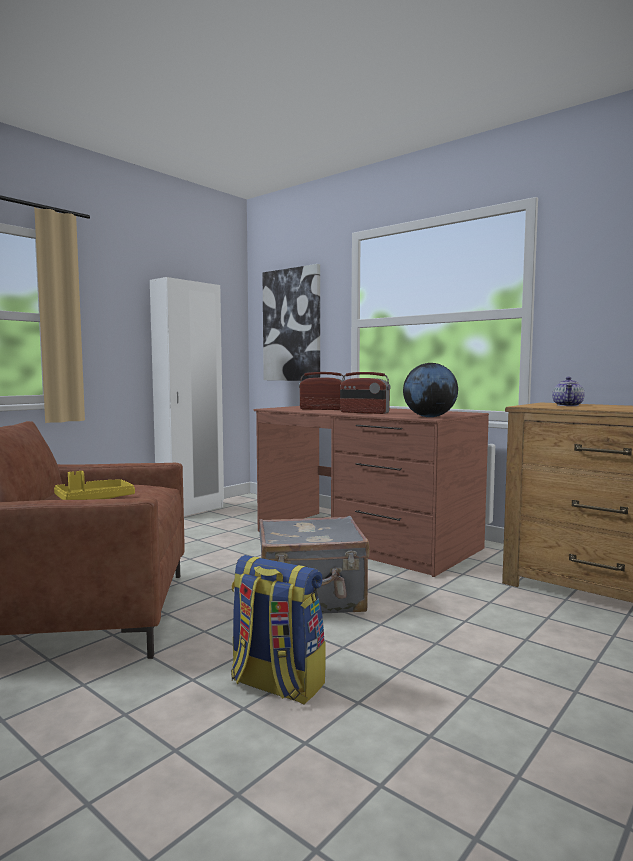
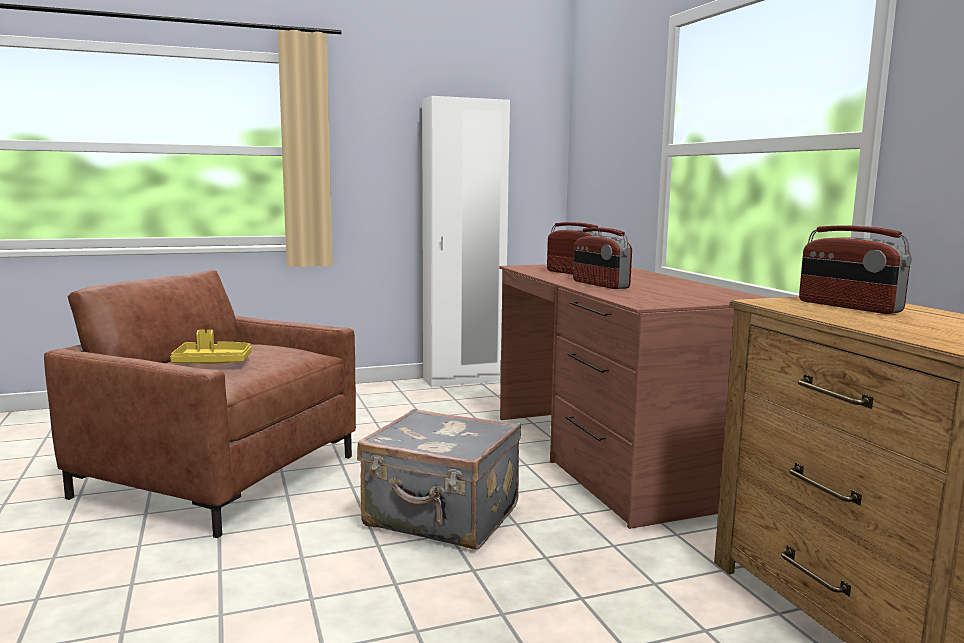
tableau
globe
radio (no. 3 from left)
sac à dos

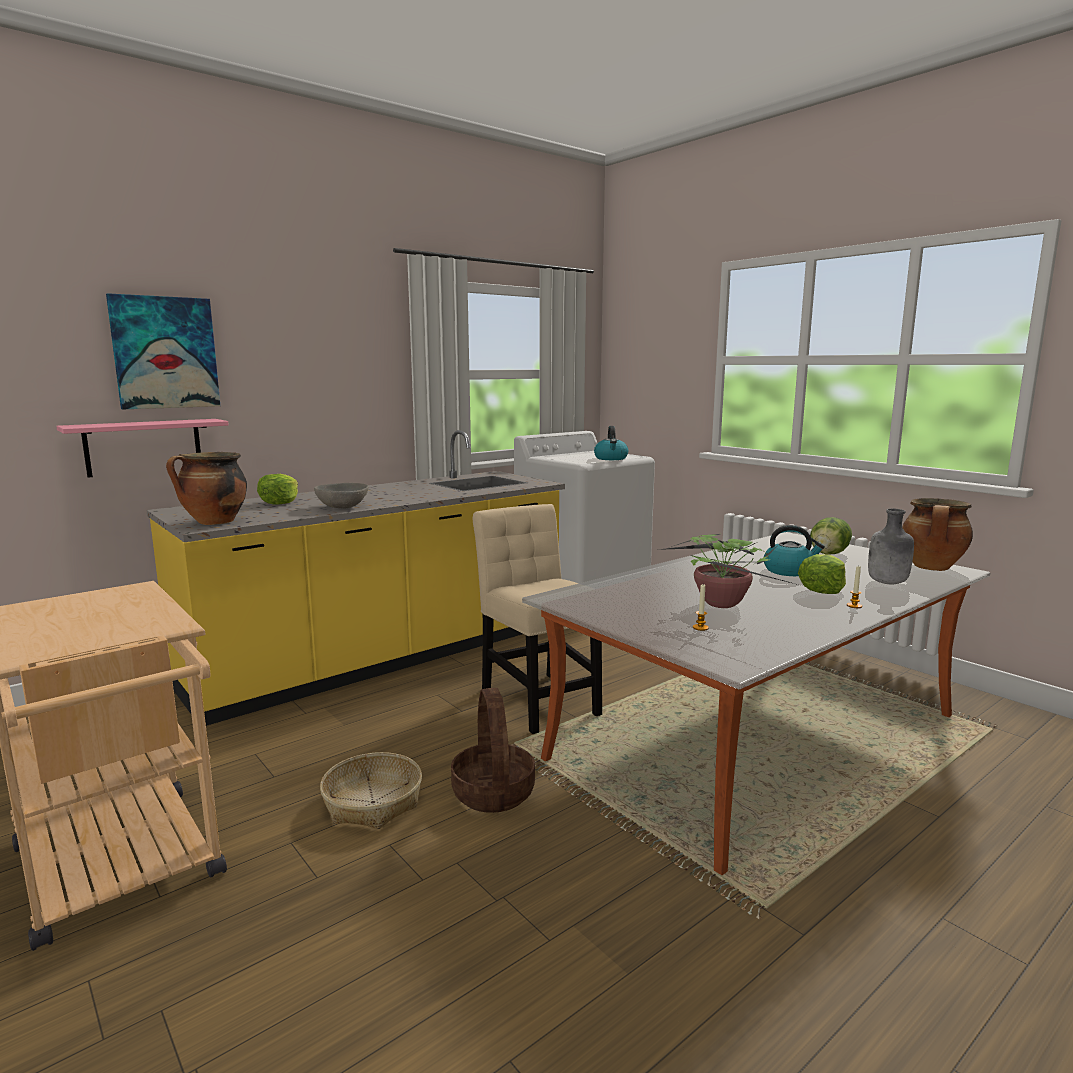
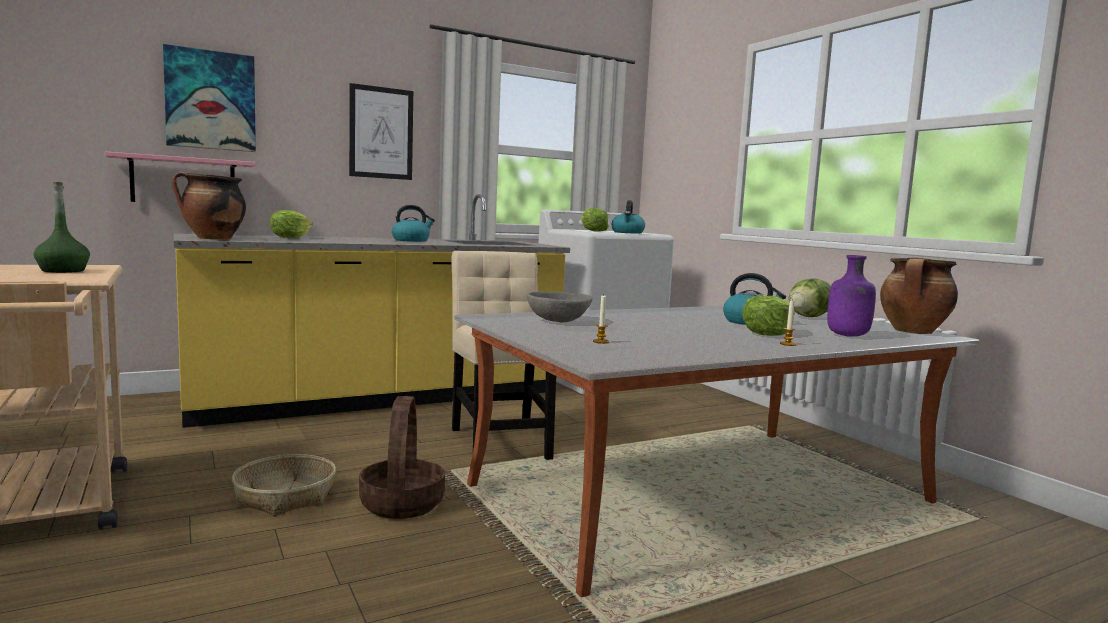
bol/gris
bouteille/violet
plante en pot
tableau (no. 2 from left)
bouteille/vert
bouilloire (no. 1 from left)
laitue (no. 2 from left)

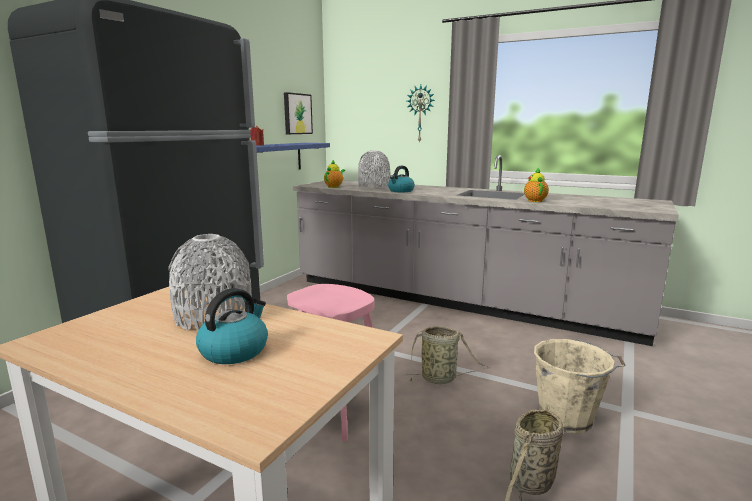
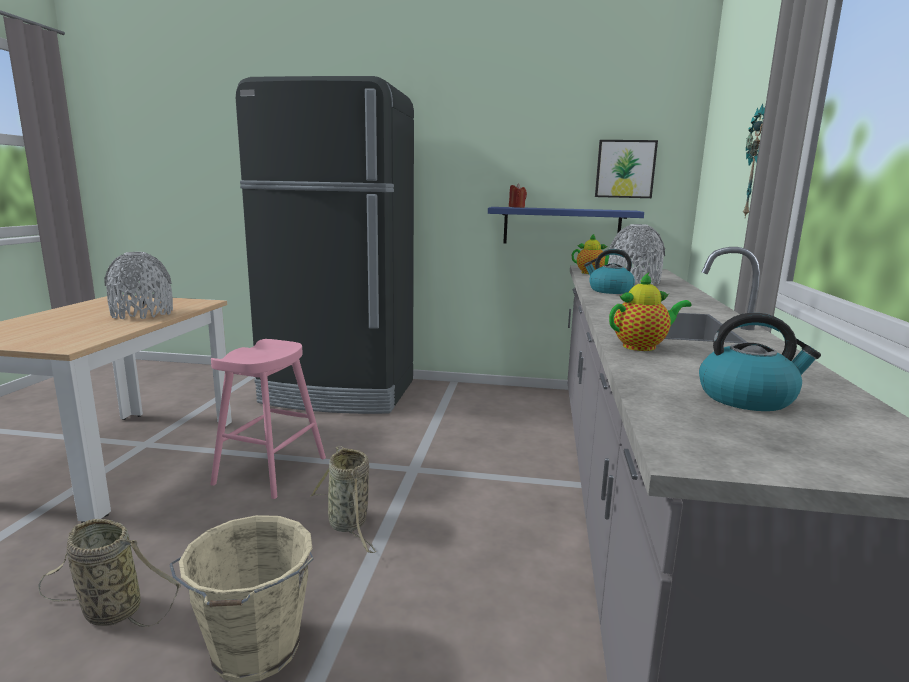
bouilloire (no. 2 from left)

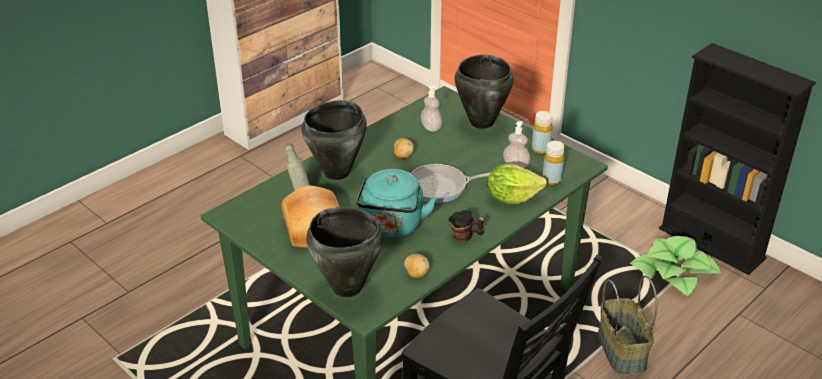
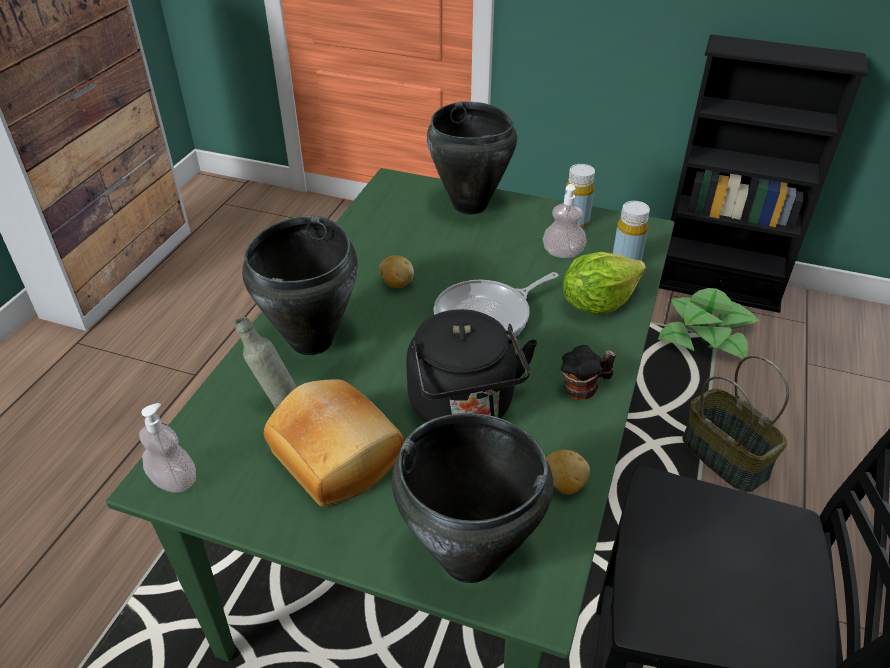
distributeur de savon (no. 1 from left)
bouilloire/noir

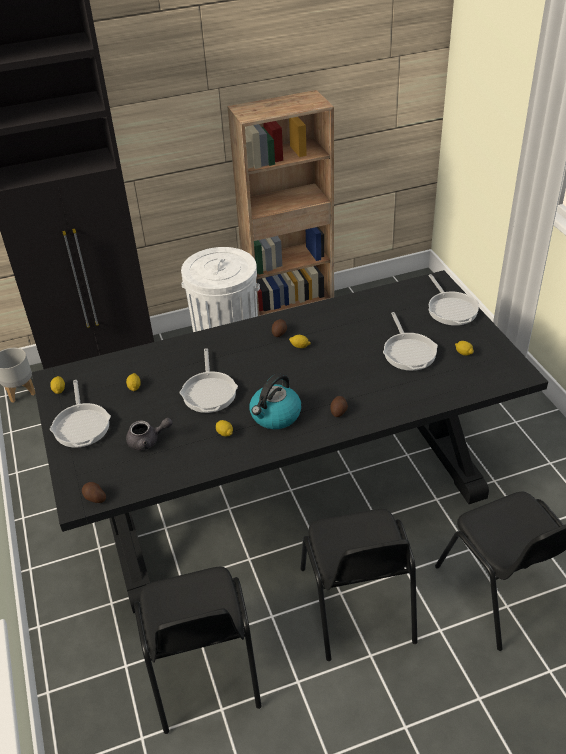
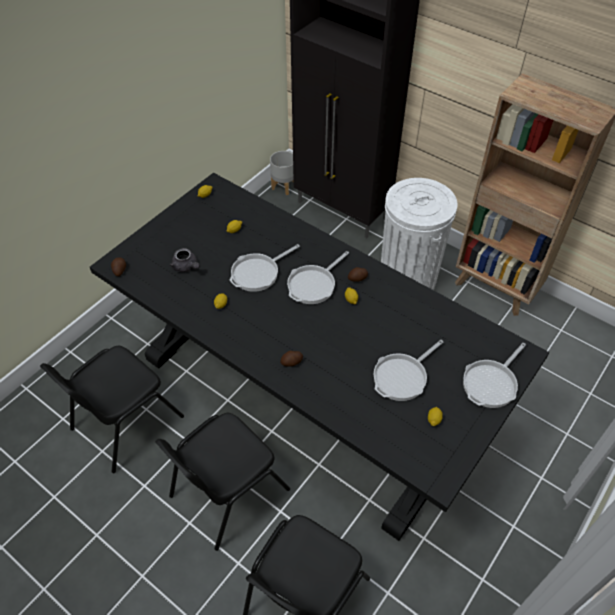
bouilloire
poêle (no. 2 from left)

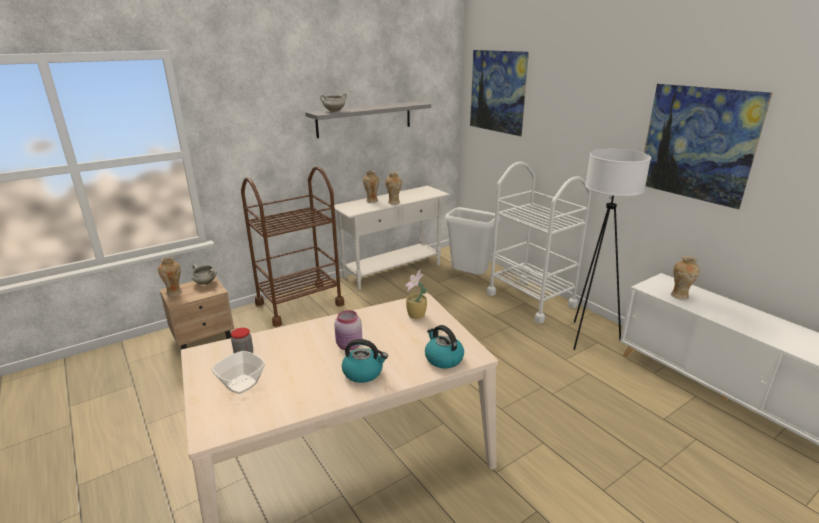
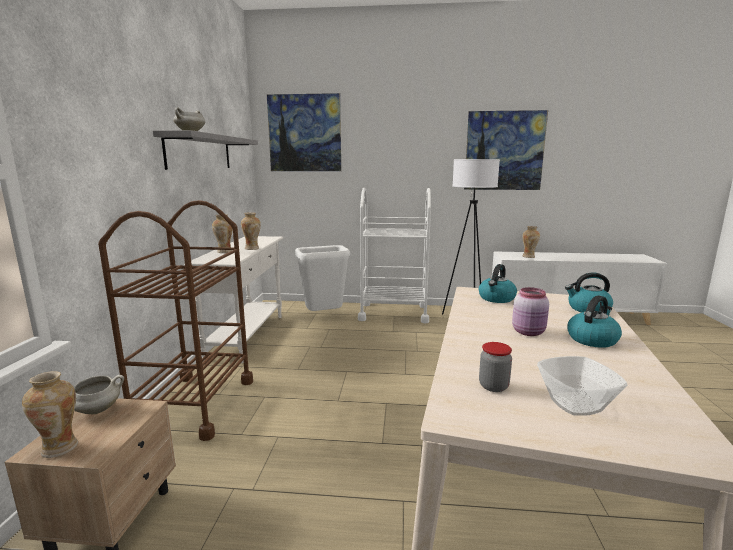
bouilloire (no. 1 from left)

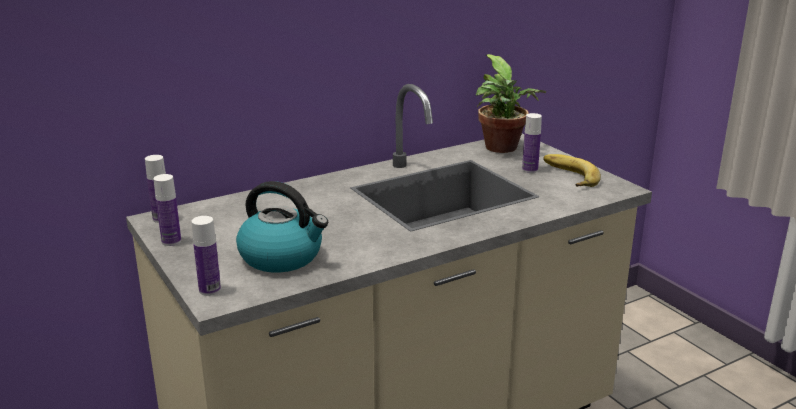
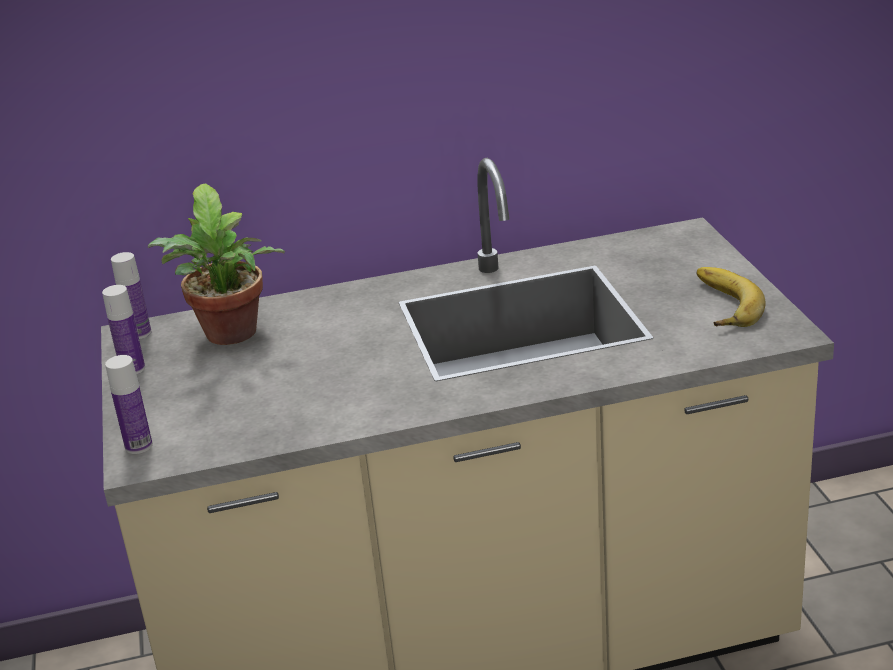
plante en pot
bouteille (no. 4 from left in the first image)
bouilloire

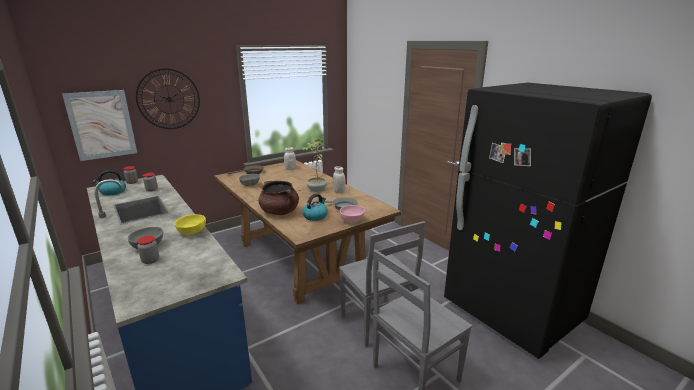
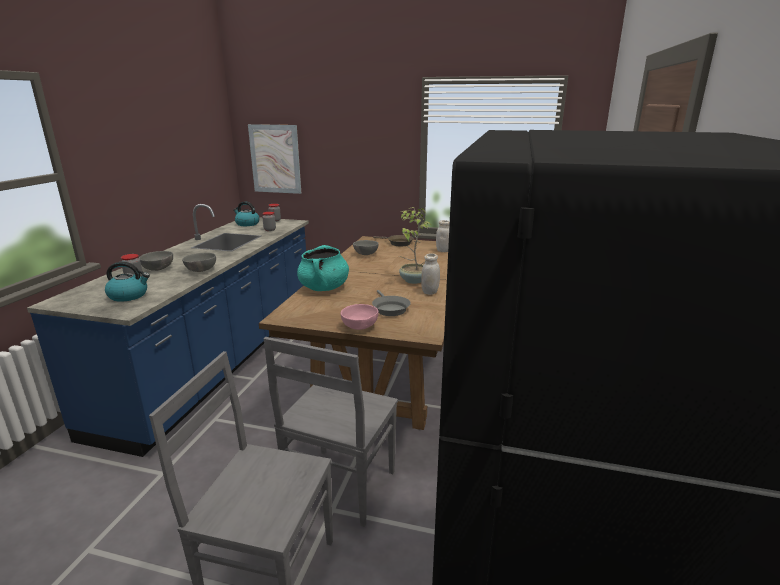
horloge murale
marmite/turquoise
bouilloire (no. 1 from left)
bol/gris (no. 2 from left)

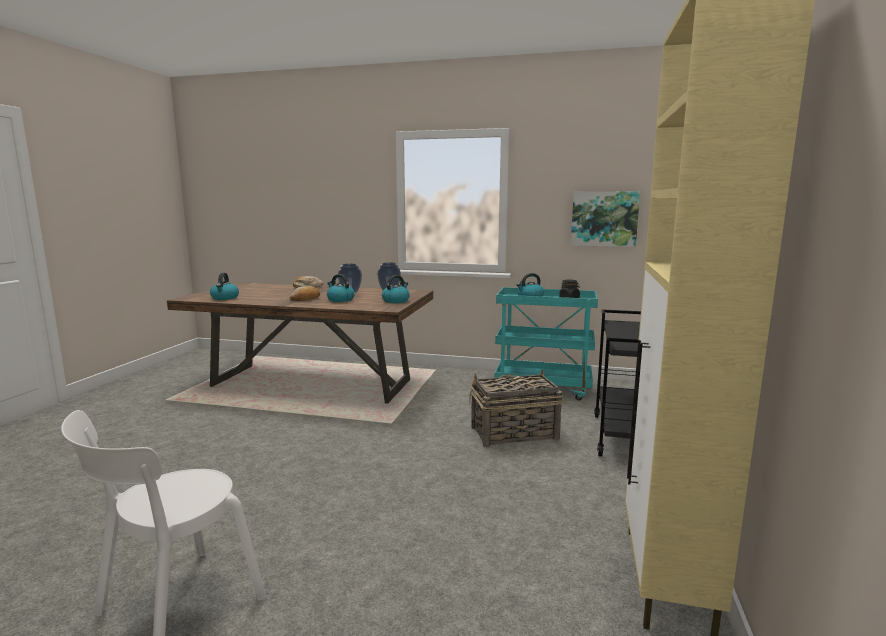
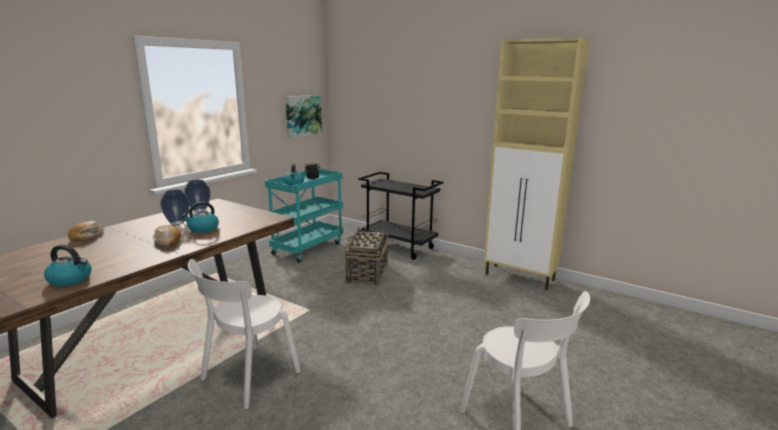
bouilloire (no. 3 from left in the first image)
chaise/blanc (no. 1 from left)

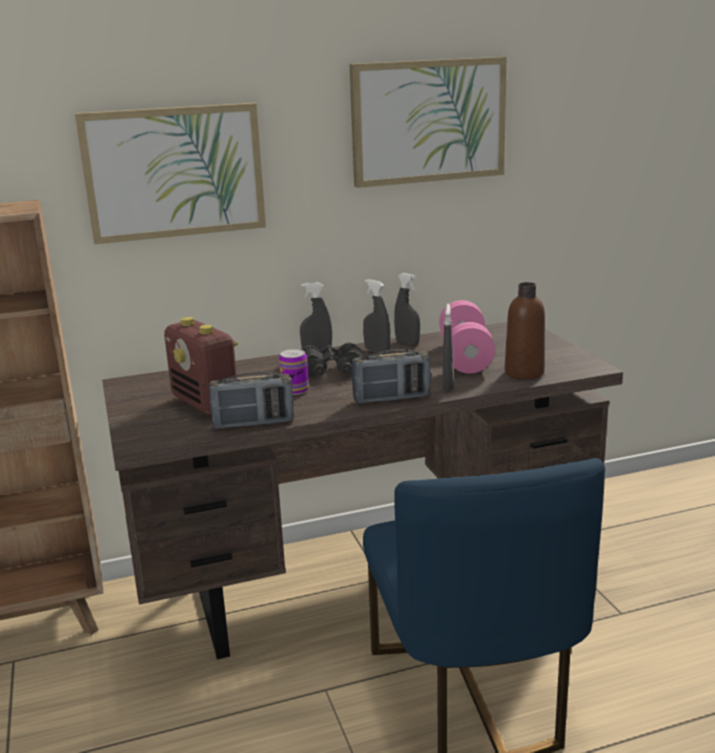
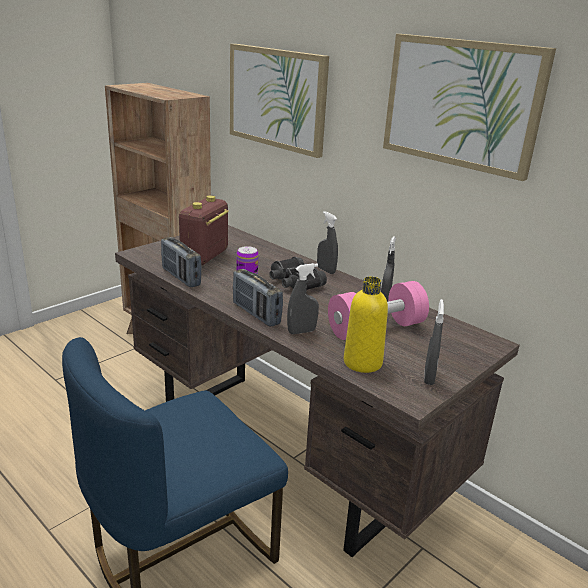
vaporisateur/gris (no. 4 from left)
bouteille/jaune

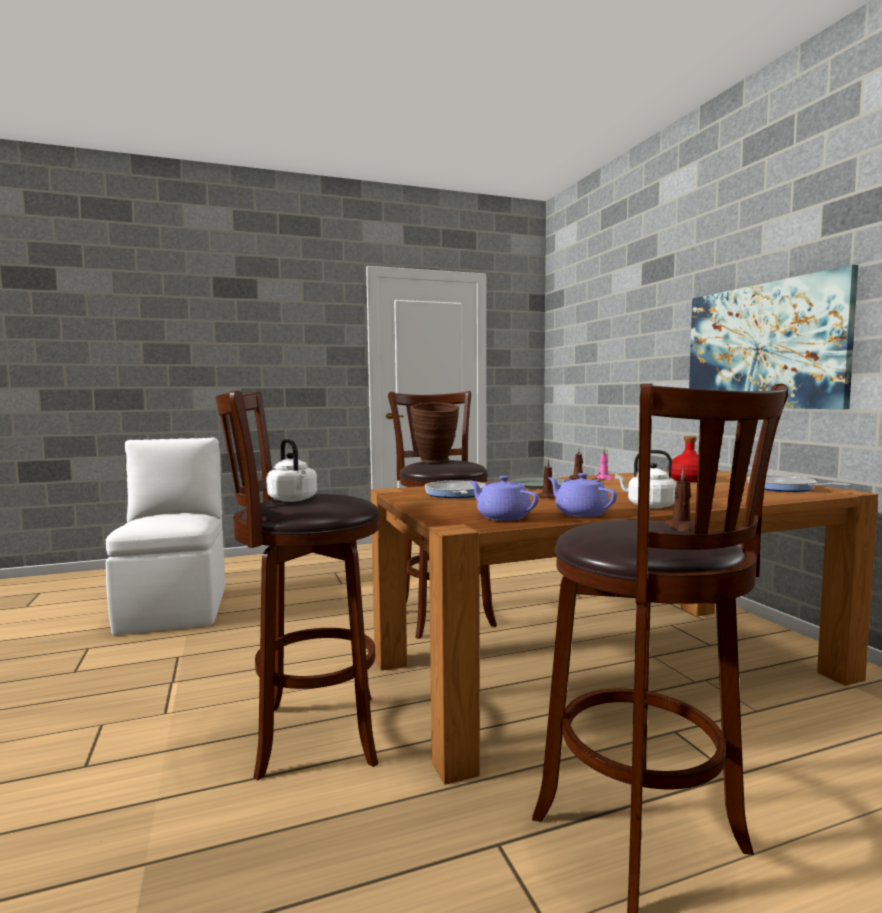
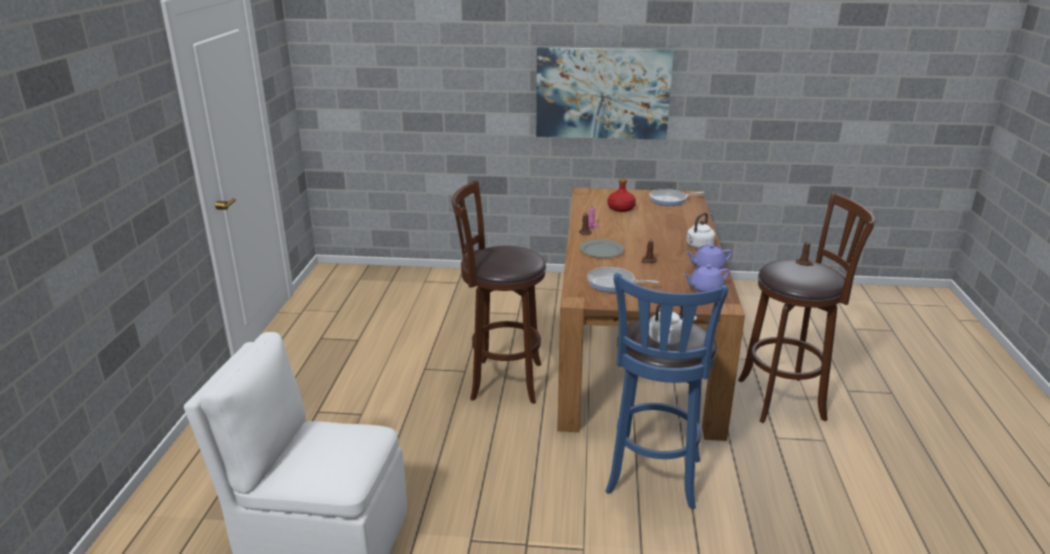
tabouret/bleu
vase/marron

